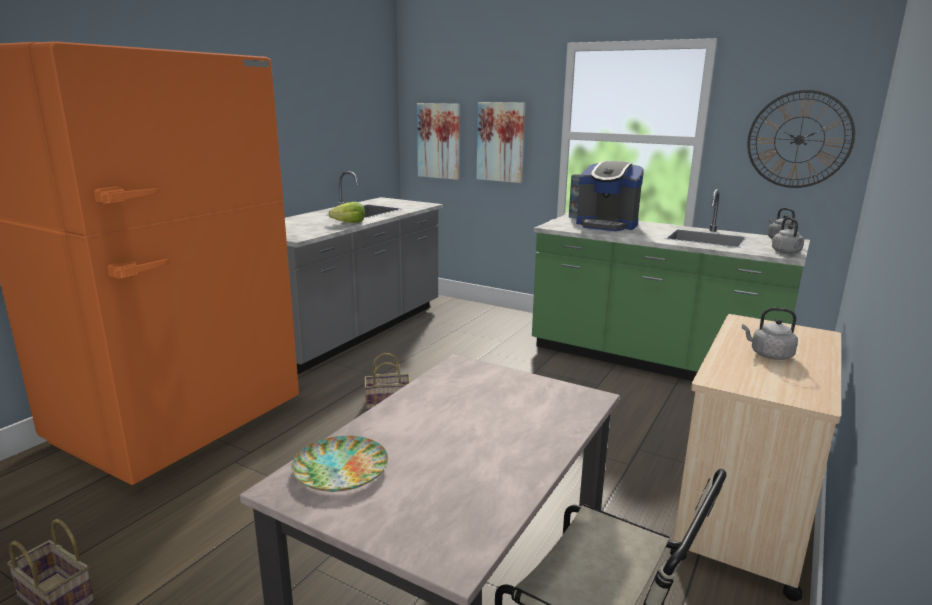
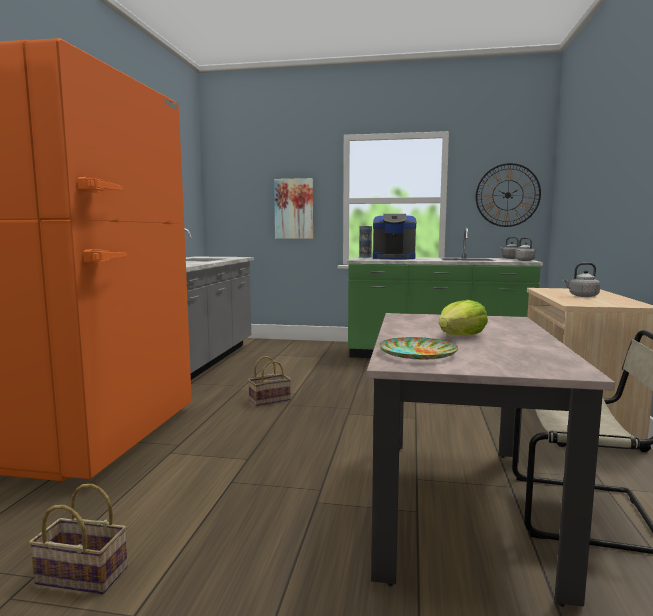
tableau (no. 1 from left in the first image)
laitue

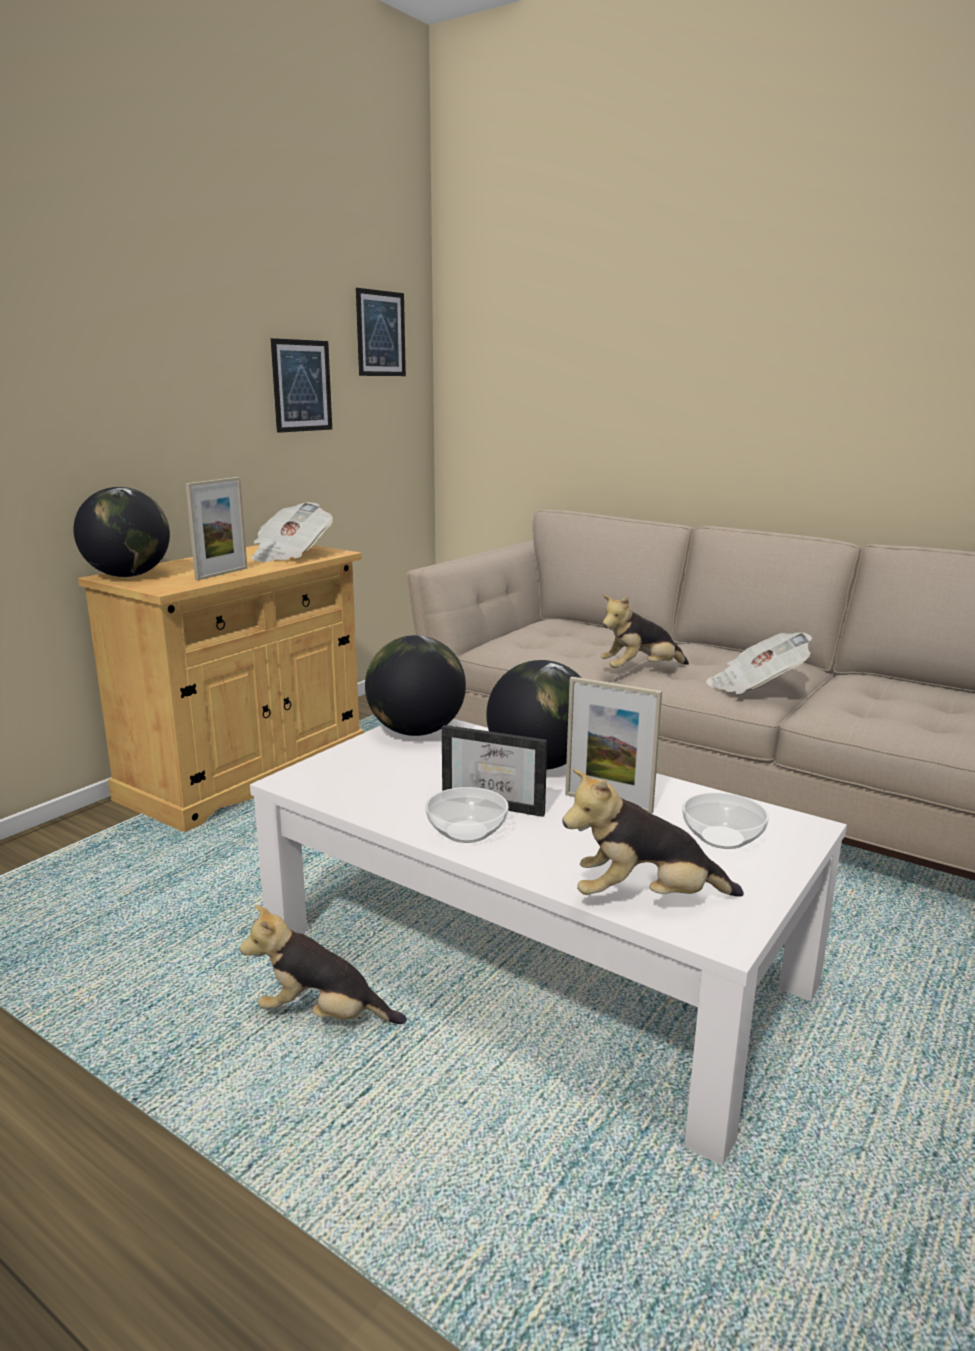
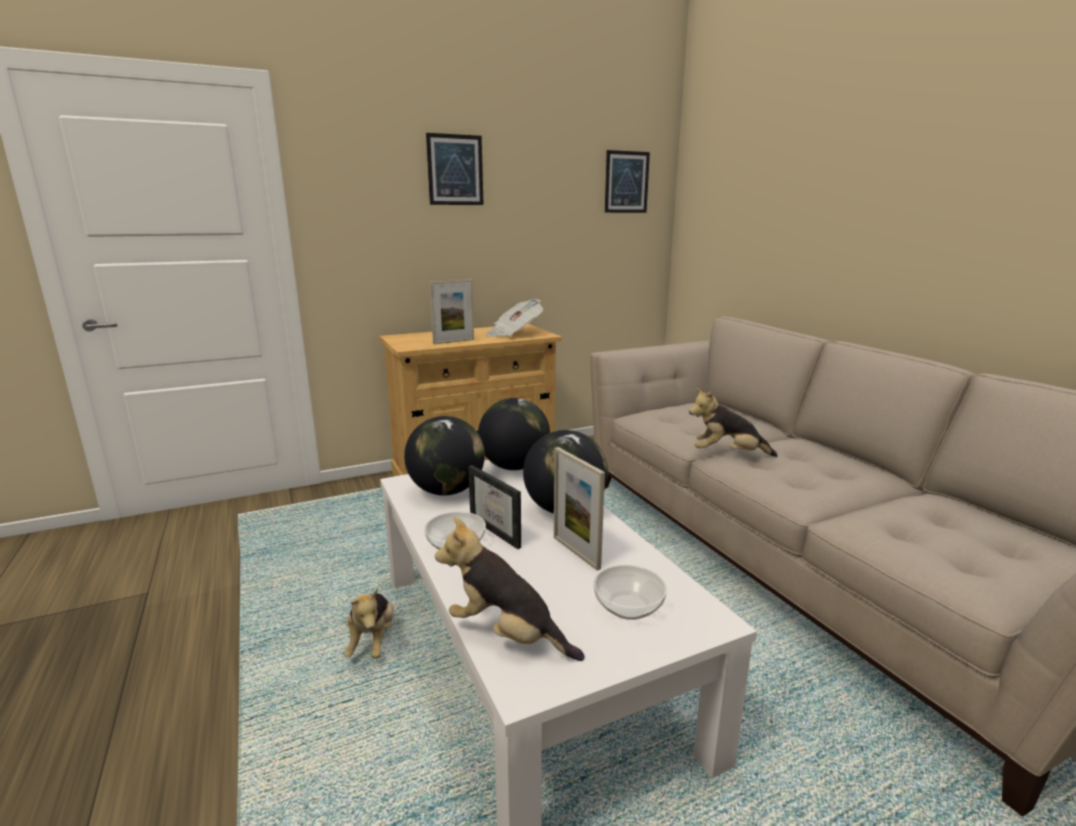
tableau (no. 1 from left)
globe (no. 1 from left)
journal (no. 2 from left in the first image)
peluche (no. 1 from left)

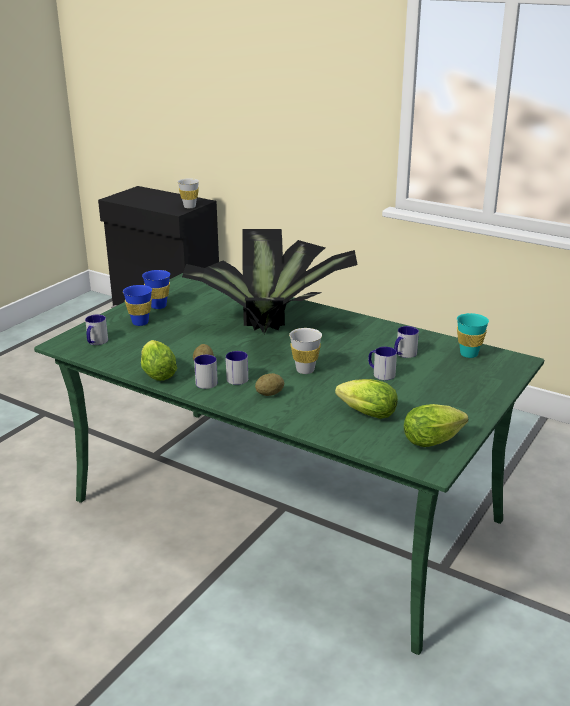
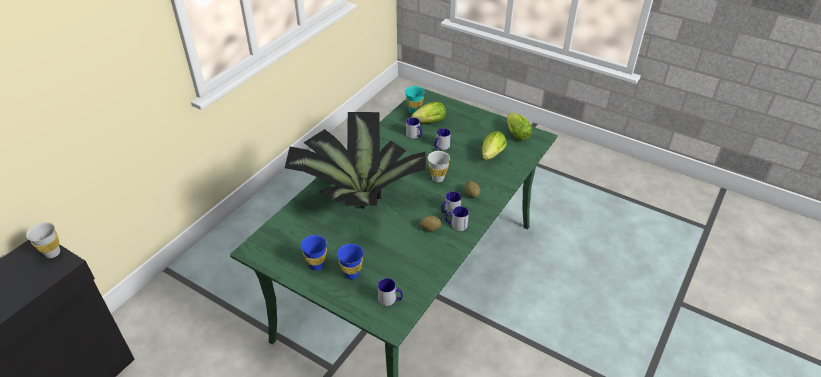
laitue (no. 1 from left)

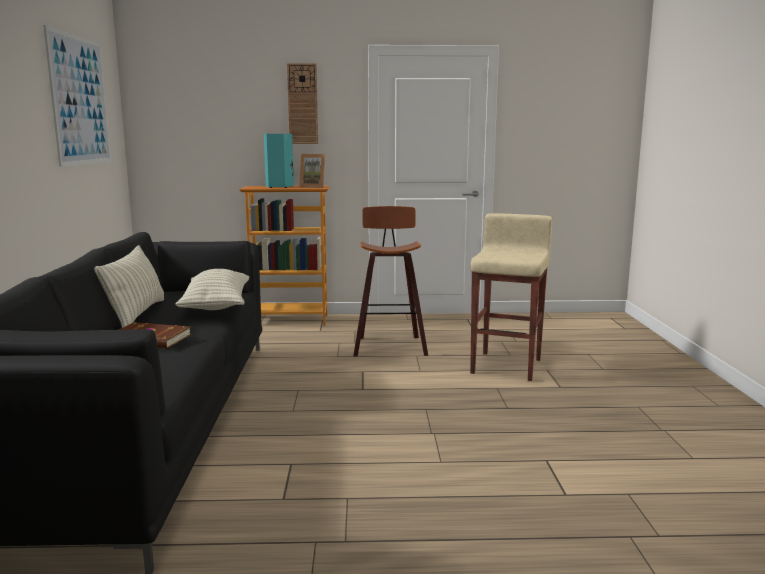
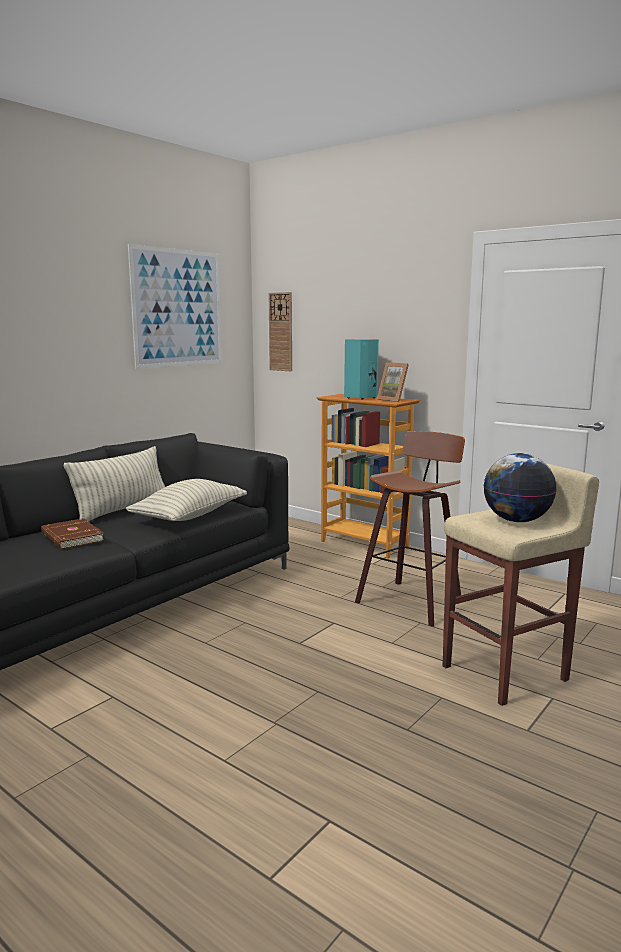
horloge murale
globe

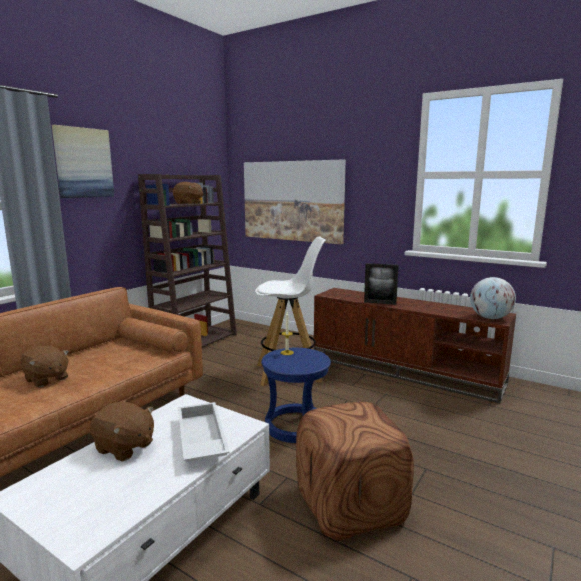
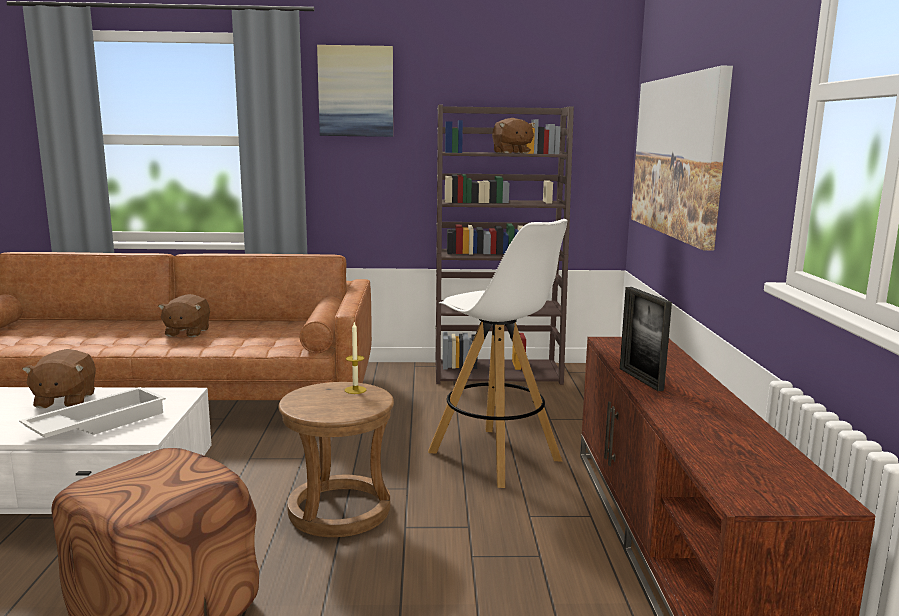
globe
tabouret/marron

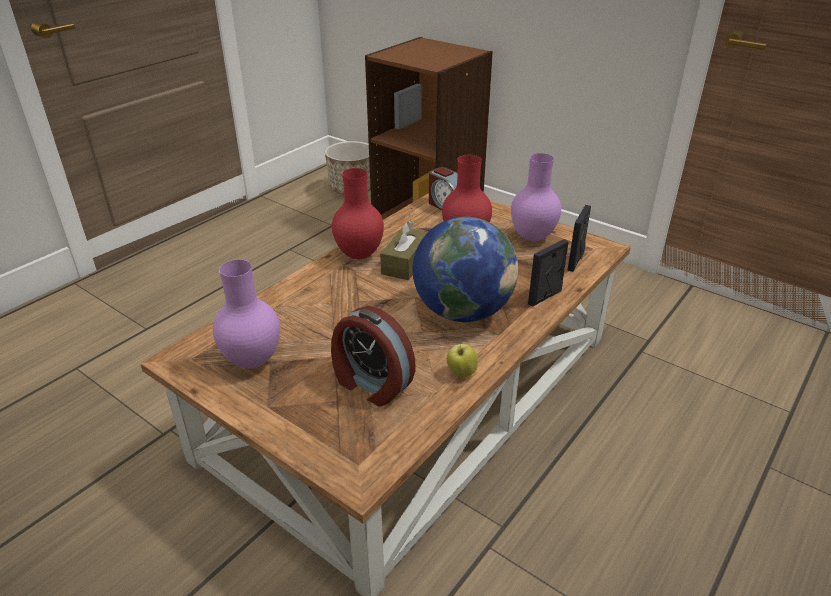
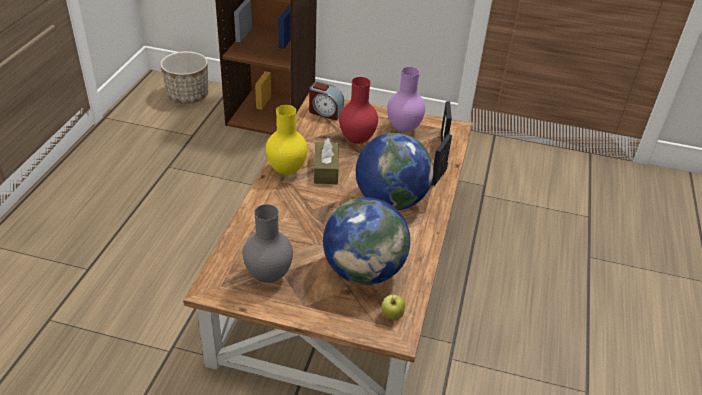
vase/jaune
vase/gris
globe (no. 1 from left)
pomme

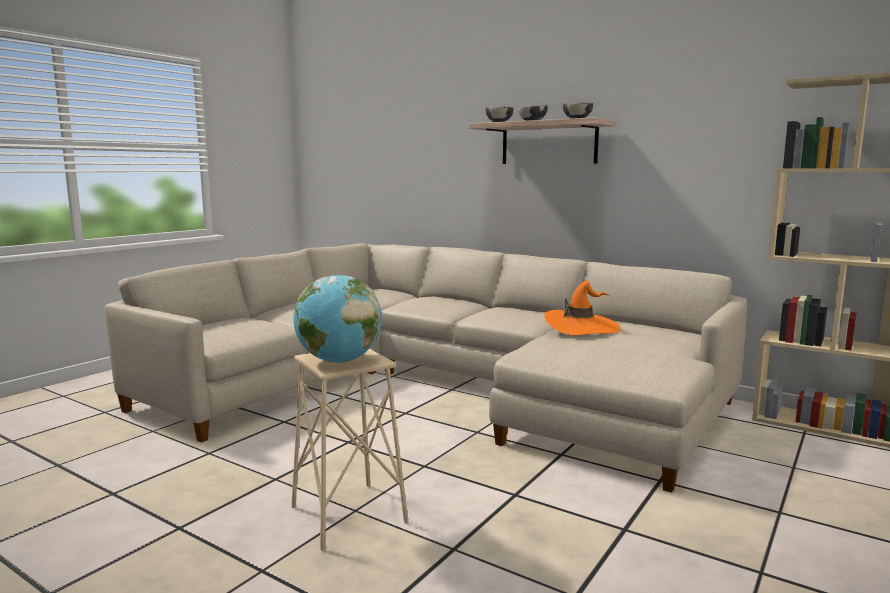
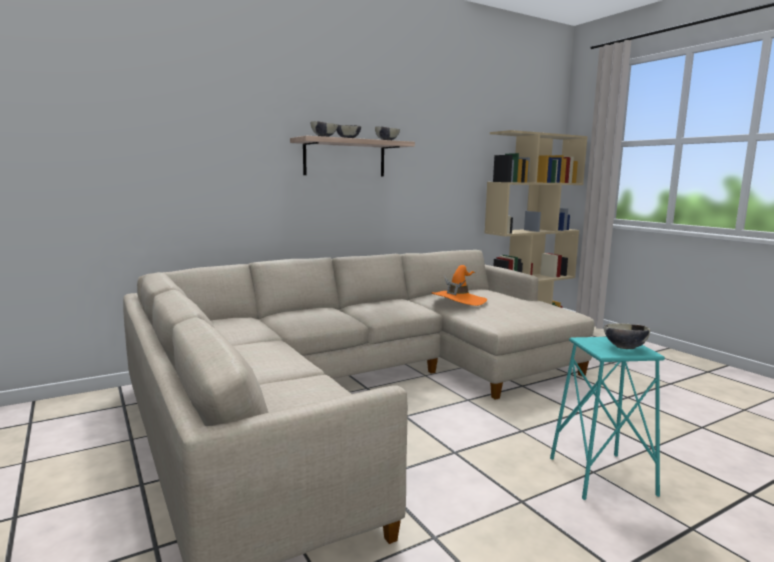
bol (no. 4 from left)
tabouret/turquoise

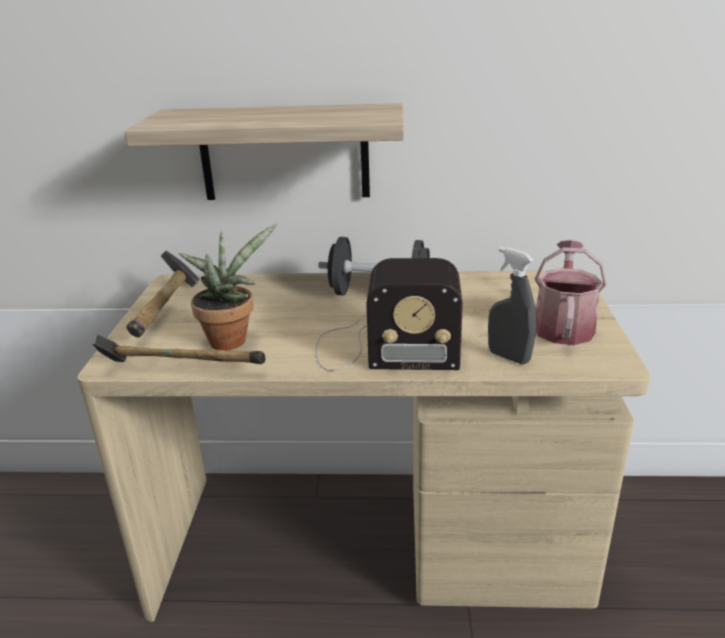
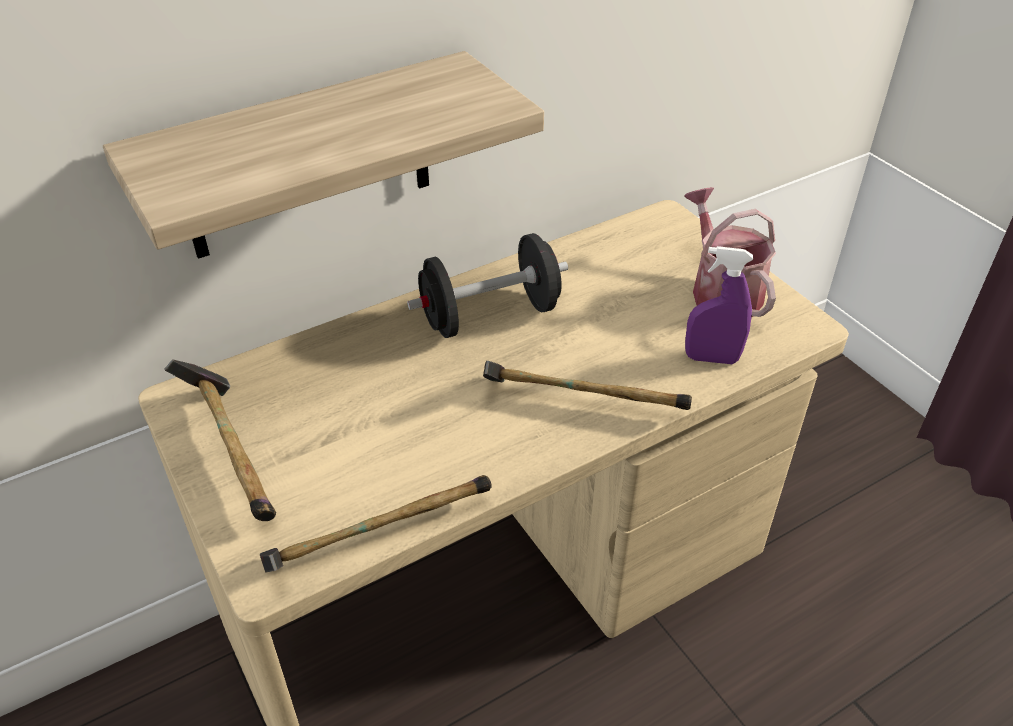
plante en pot
vaporisateur/violet
marteau (no. 3 from left)

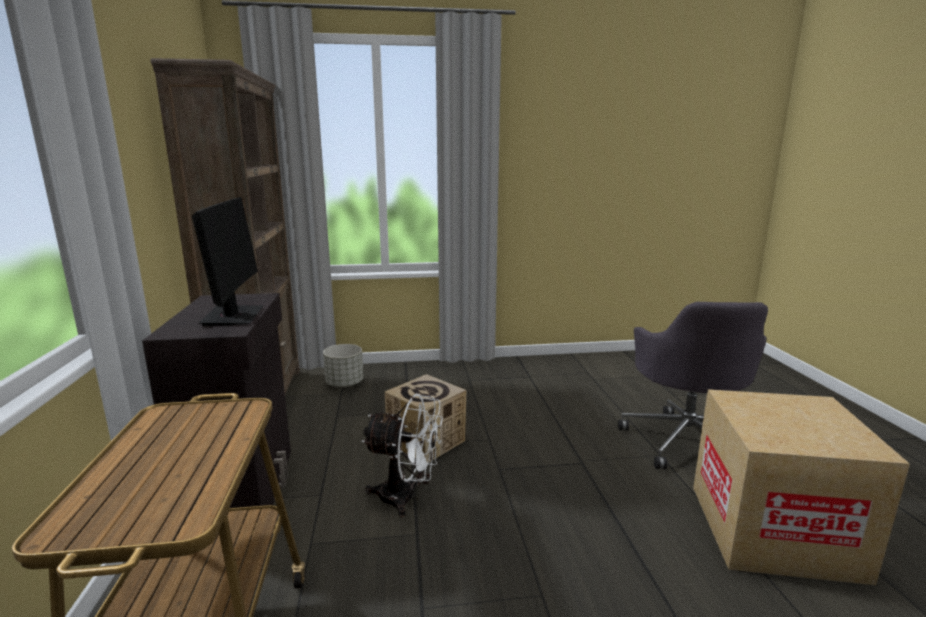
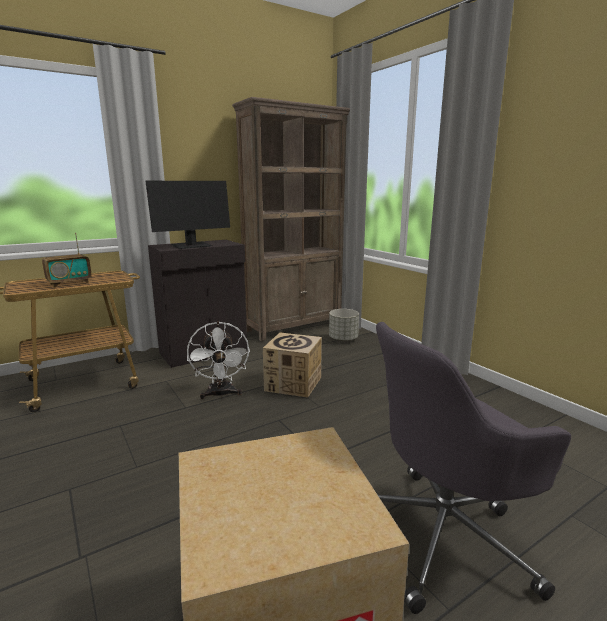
radio

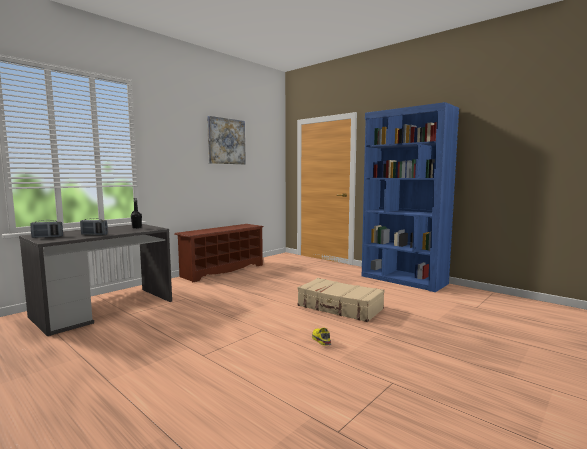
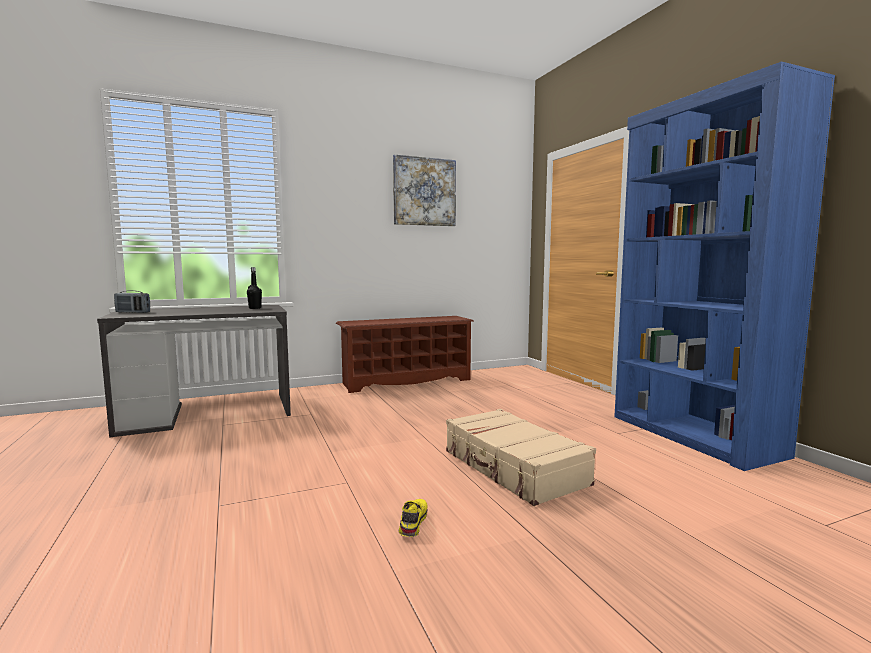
radio (no. 2 from left in the first image)

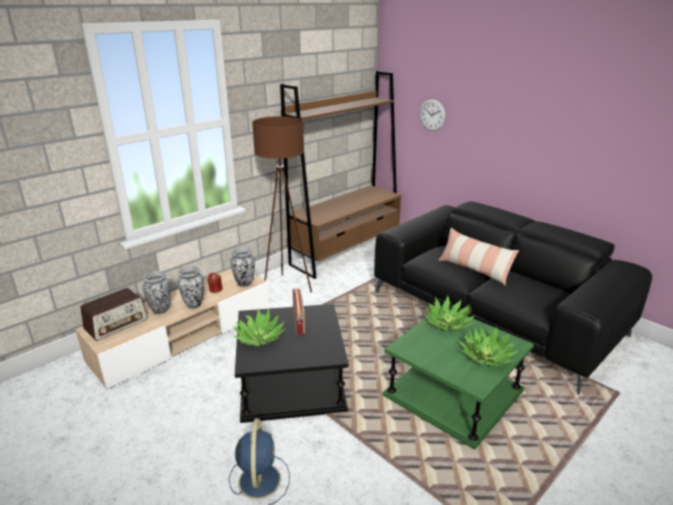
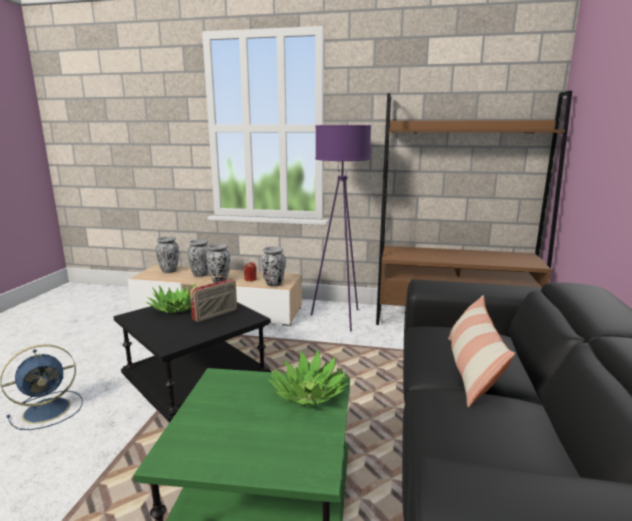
horloge murale
lampadaire/violet
vase (no. 1 from left)
plante en pot (no. 3 from left in the first image)

